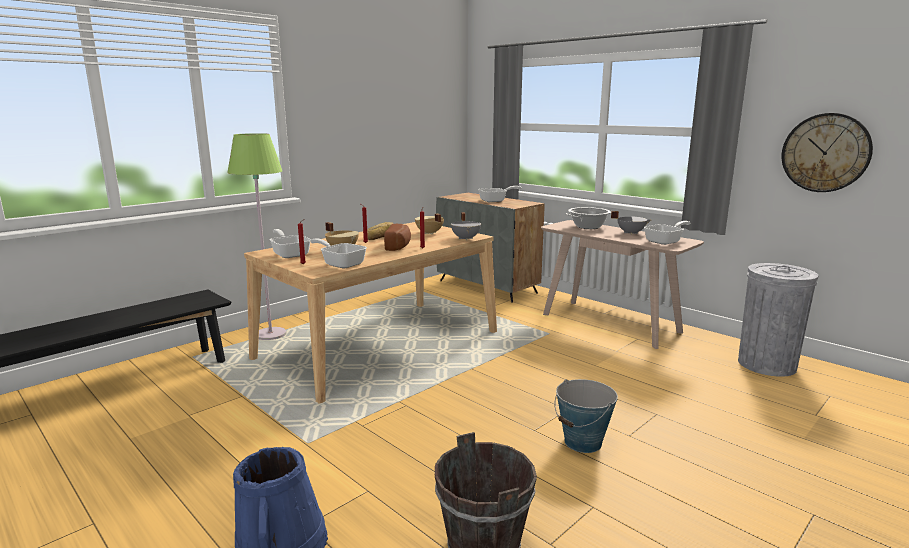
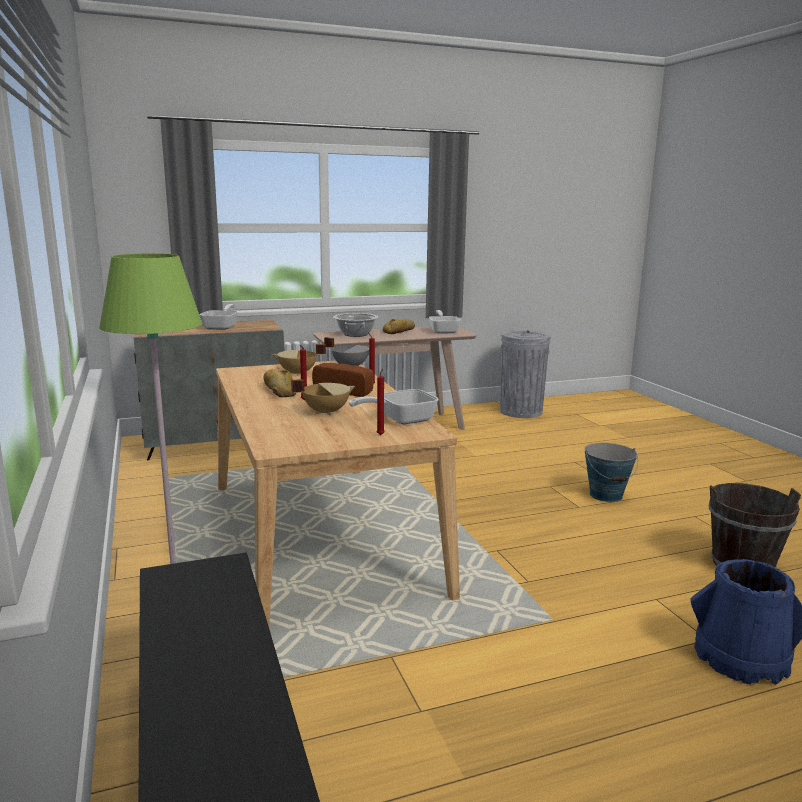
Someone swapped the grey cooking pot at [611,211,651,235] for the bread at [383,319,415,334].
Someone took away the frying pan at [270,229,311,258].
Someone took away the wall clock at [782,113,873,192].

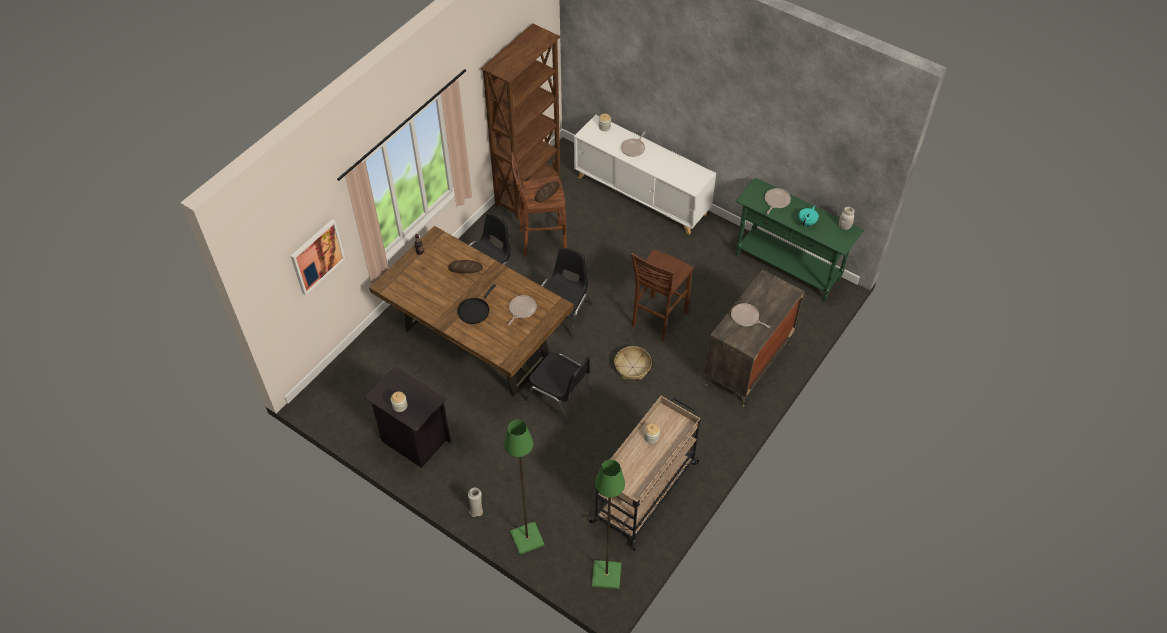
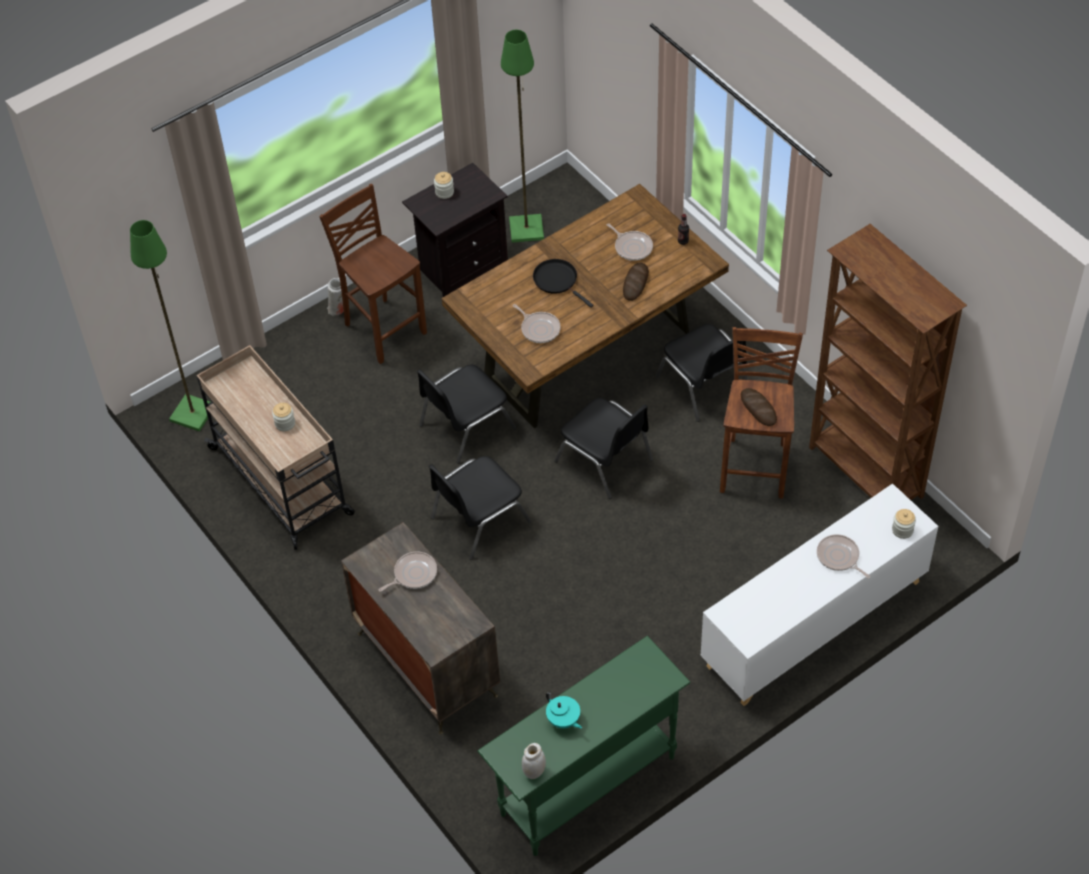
Someone carried the brown stool from [631,250,693,342] to [319,184,427,364].
Someone swapped the basket at [614,346,652,380] for the black chair at [428,456,531,560].
Someone carried the green floor lamp from [504,420,544,555] to [501,30,544,243].
Someone carried the frying pan from [765,188,791,214] to [606,223,653,261].
Someone took away the picture at [291,219,345,295].

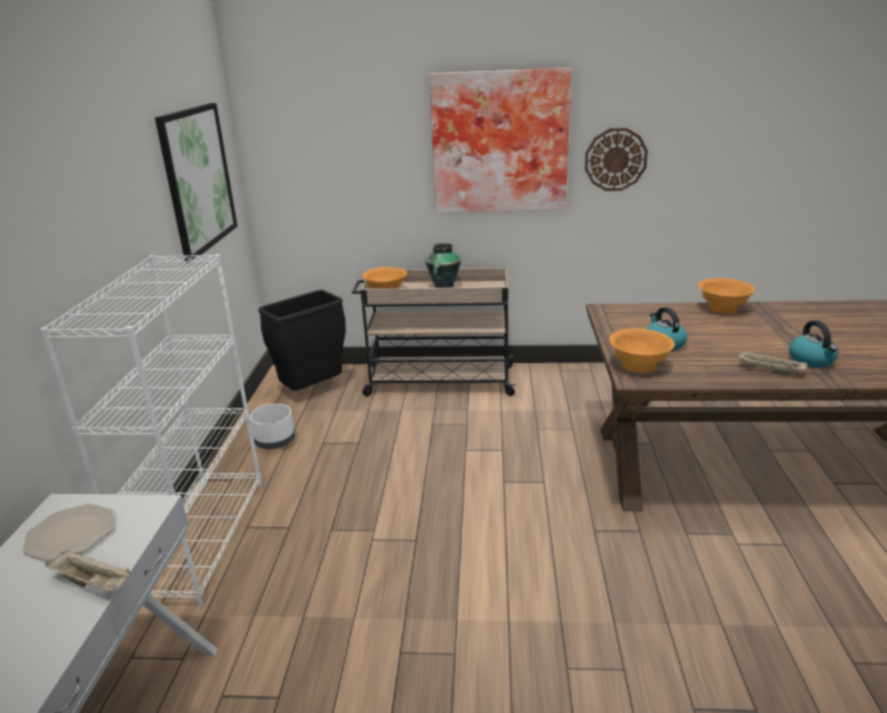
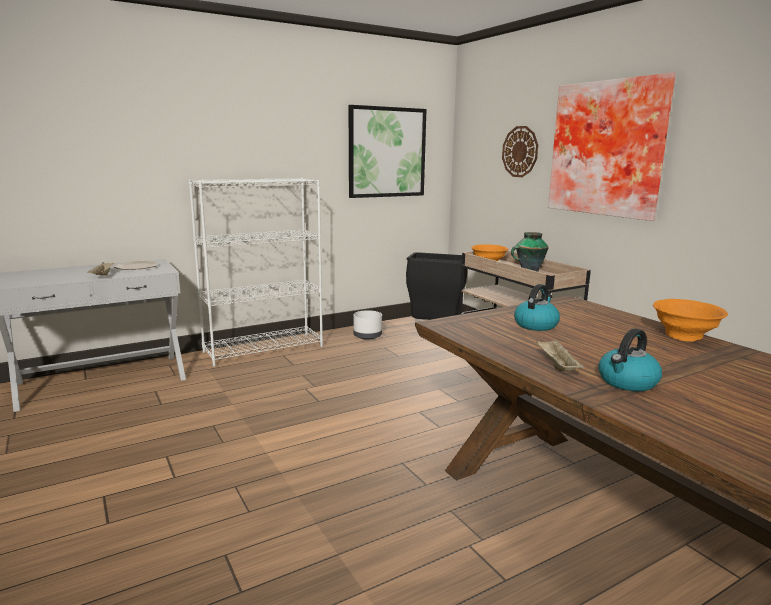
Someone carried the wall clock from [585,128,648,191] to [502,126,538,177].
Someone took away the orange bowl at [609,328,675,373].

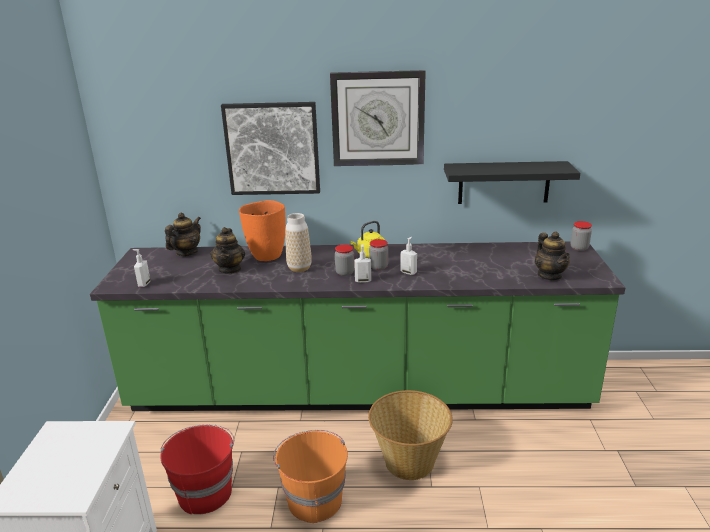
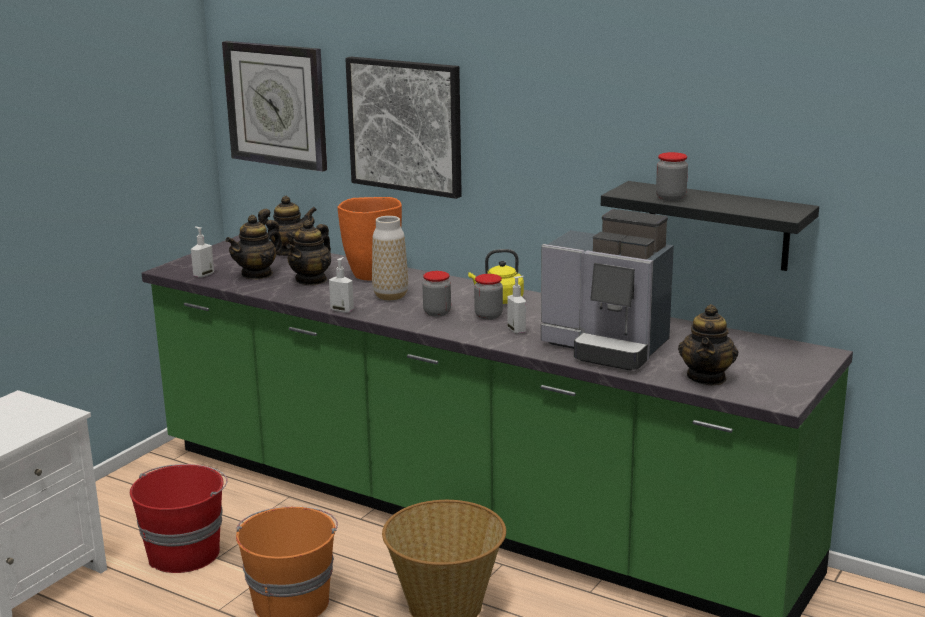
Someone carried the wall clock from [330,70,426,166] to [222,41,327,172].
Someone put down the teapot at [225,215,283,280].
Someone carried the soap dispenser from [354,244,371,283] to [329,257,354,313].
Someone put down the coffee machine at [541,209,674,371].
Someone carried the jar from [571,221,592,251] to [656,152,688,201].

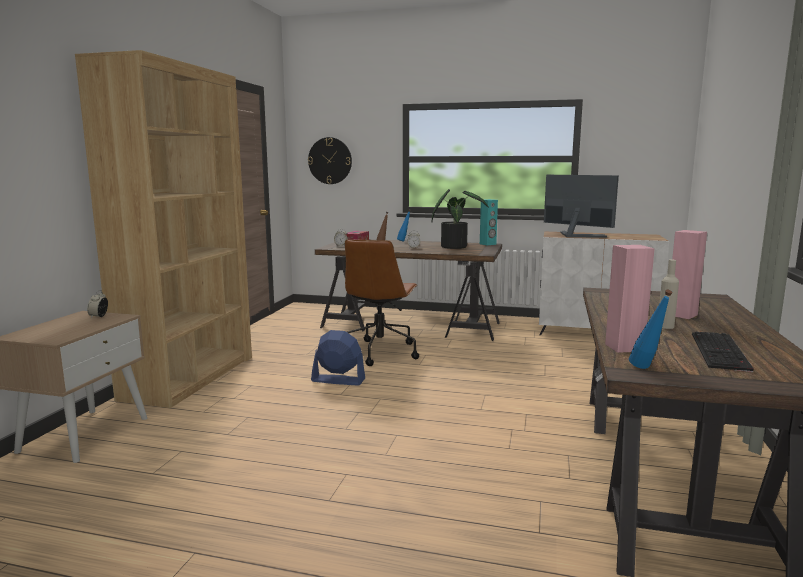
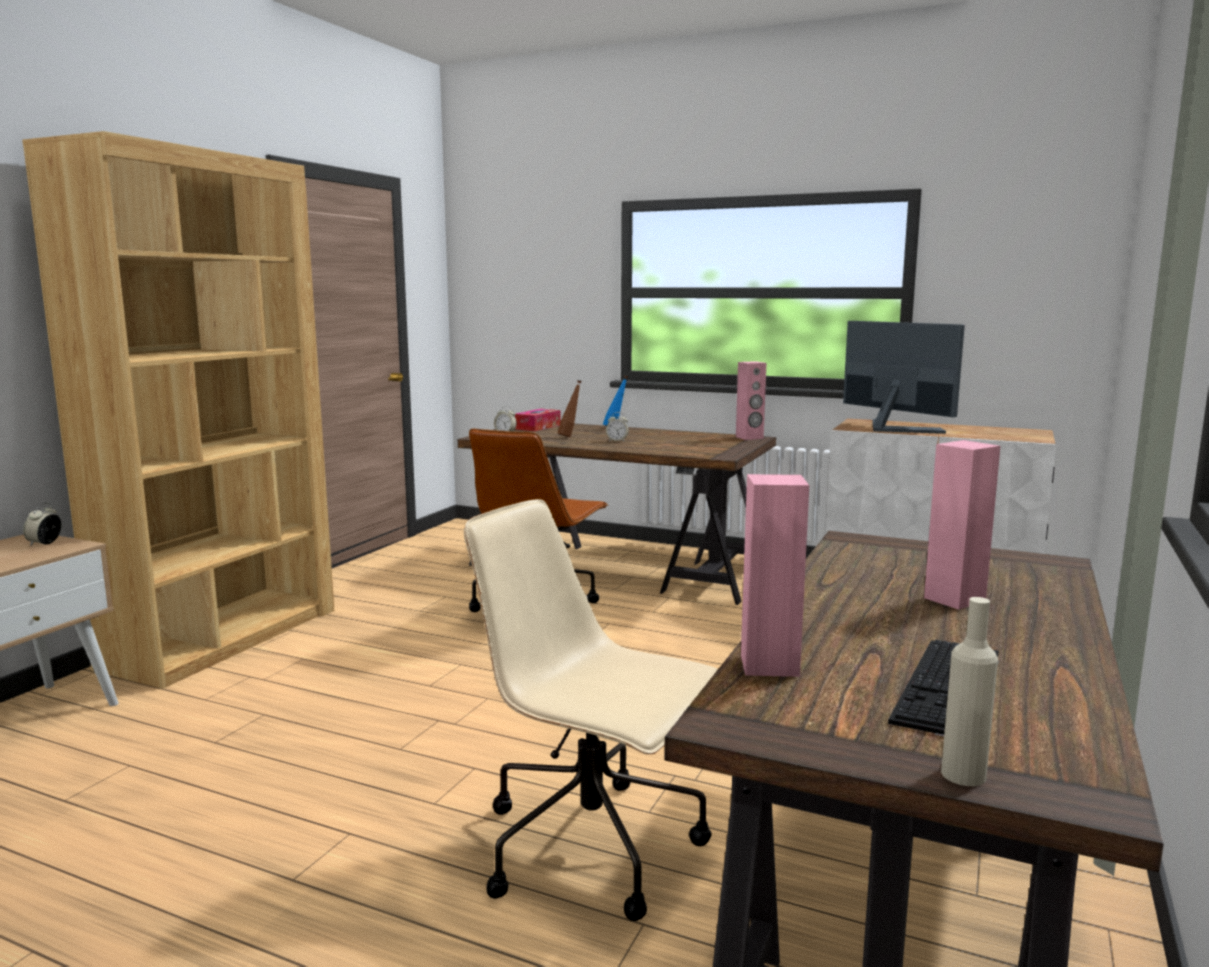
Someone put down the beige office chair at [464,499,718,921].
Someone repainted the turquoise speaker at [480,199,498,245], which became the pink speaker at [736,361,766,440].
Someone carried the beige bottle from [659,259,679,329] to [941,597,998,786].
Someone took away the wall clock at [308,137,352,184].
Someone took away the blue fan at [311,330,365,386].
Someone took away the potted plant at [431,189,489,249].
Someone took away the blue bottle at [629,290,673,369].

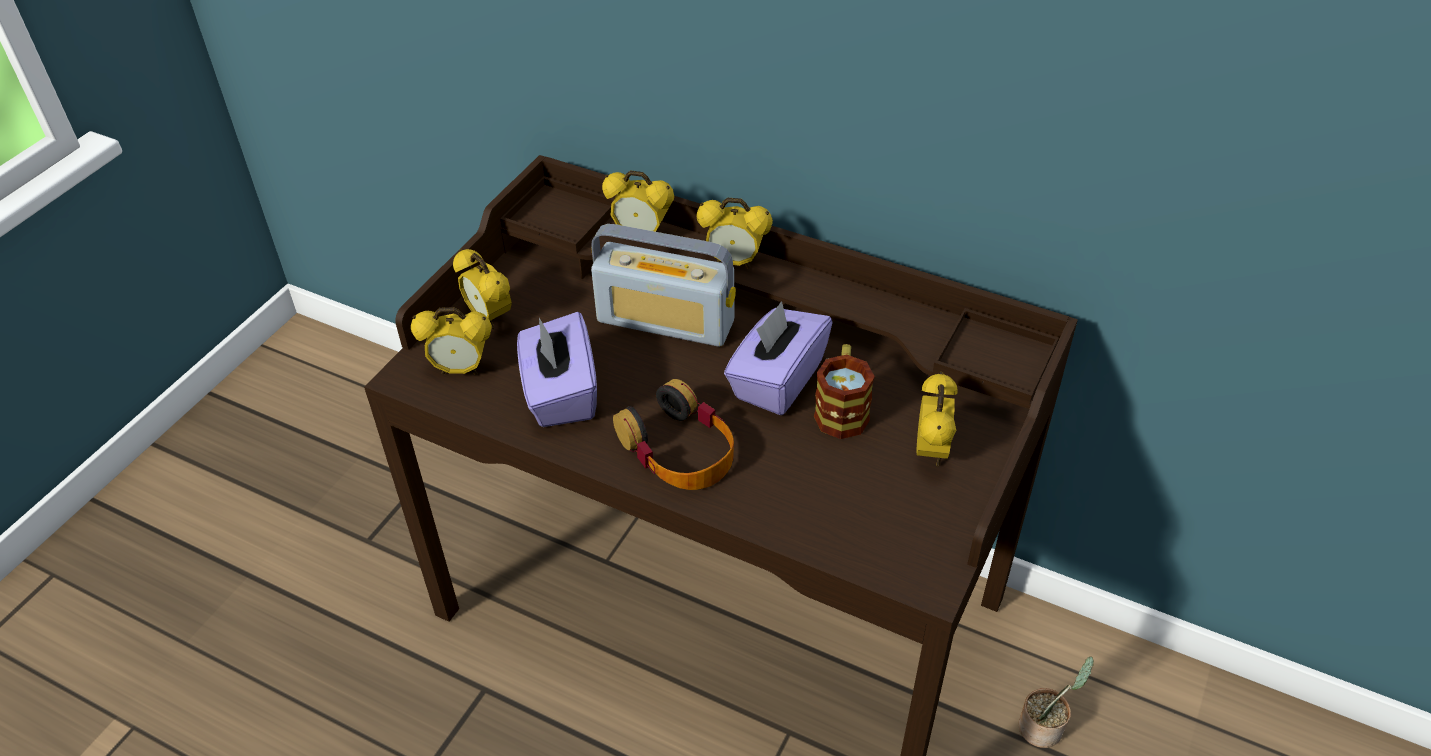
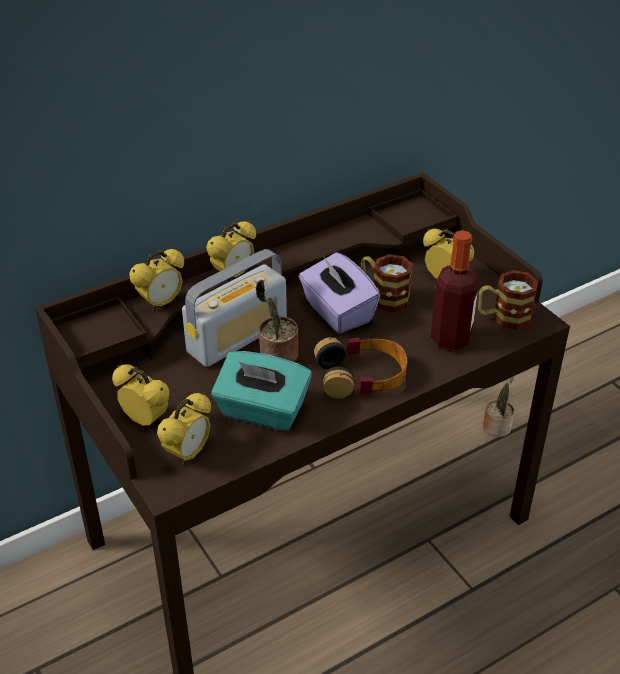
Someone rotated the alarm clock at [453,249,512,329] by 135 degrees counterclockwise.
Someone repainted the purple tissue box at [517,312,597,427], which became the turquoise tissue box at [211,351,312,431].
Someone put down the potted plant at [255,279,298,362].
Someone put down the bottle at [431,230,479,352].
Someone put down the mug at [478,270,538,330].

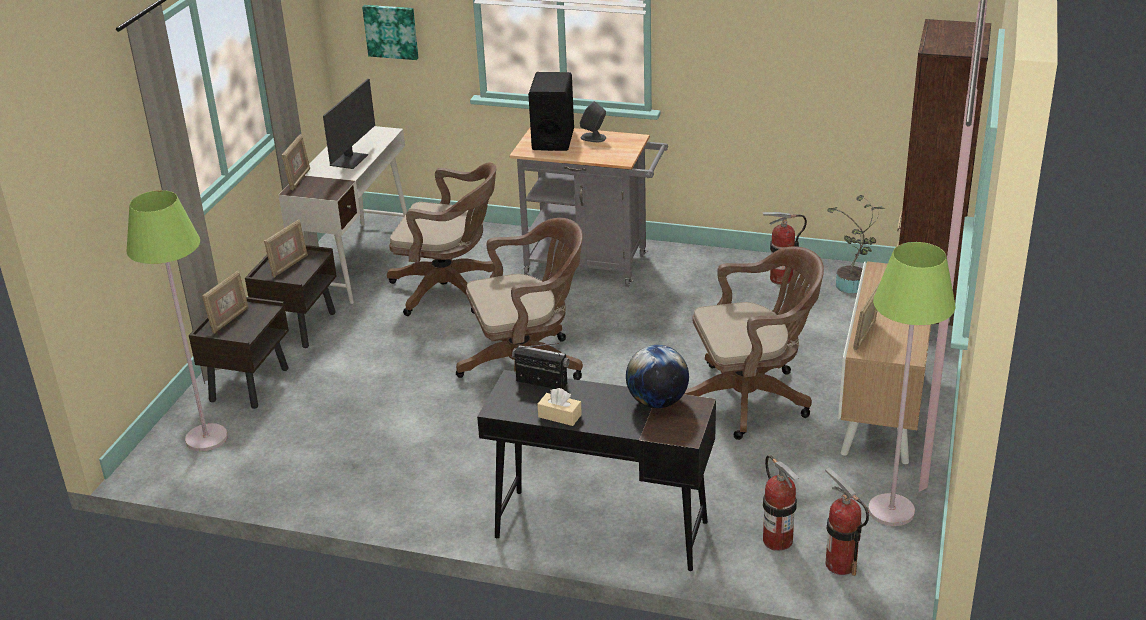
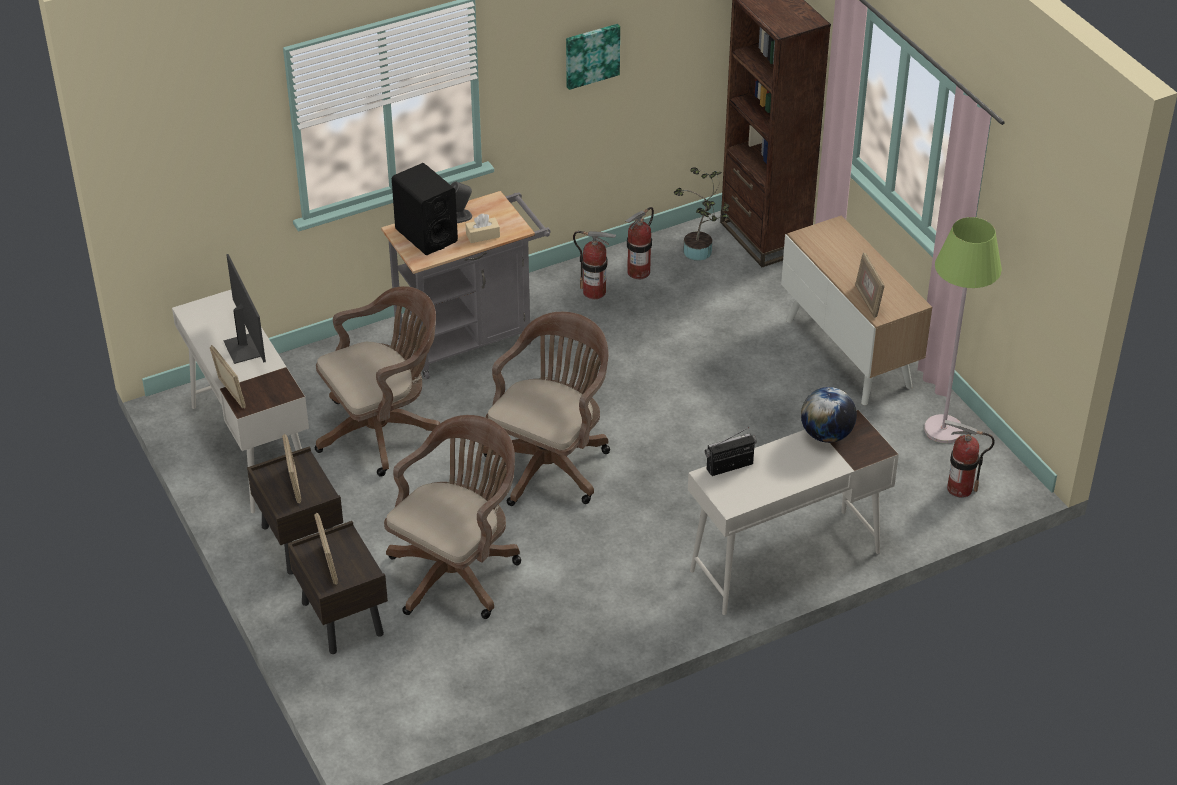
Someone carried the brown office chair from [684,247,824,440] to [384,415,521,619].
Someone carried the beige tissue box from [537,388,582,426] to [466,214,500,243].
Someone carried the picture from [362,5,418,60] to [566,24,620,90].
Someone carried the fire extinguisher from [763,455,799,551] to [573,231,616,299].
Someone repainted the black desk at [477,370,716,571], which became the white desk at [688,410,899,615].
Someone took away the green floor lamp at [126,190,228,451].

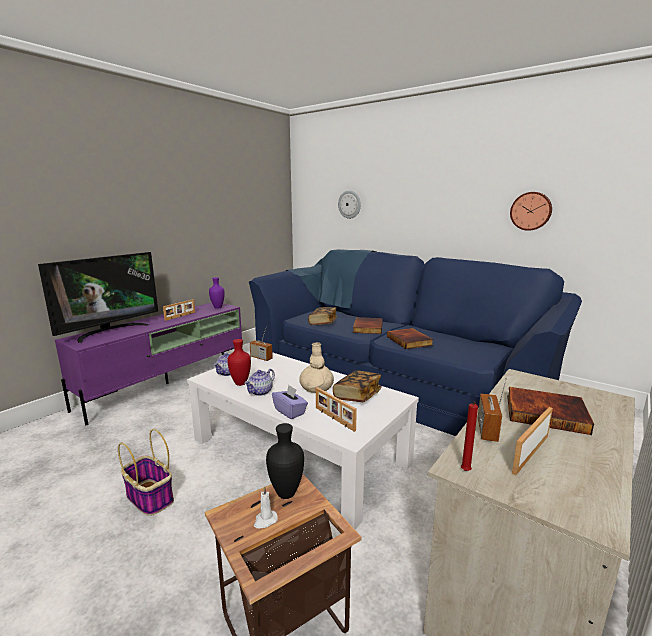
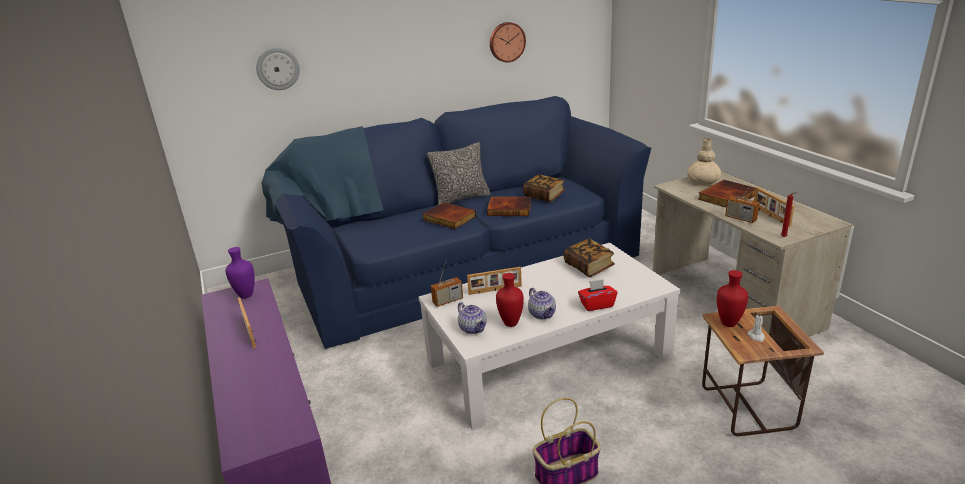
Someone put down the pillow at [427,142,490,205].
Someone carried the picture frame from [316,387,357,432] to [467,267,522,295].
Someone carried the book from [308,307,337,325] to [523,174,565,202].
Someone repainted the purple tissue box at [272,385,308,419], which became the red tissue box at [578,279,617,311].
Someone carried the beige vase from [299,342,334,393] to [687,138,721,185].
Someone repainted the black vase at [266,423,304,499], which became the red vase at [717,270,748,327].
Someone took away the television at [38,252,158,343].

